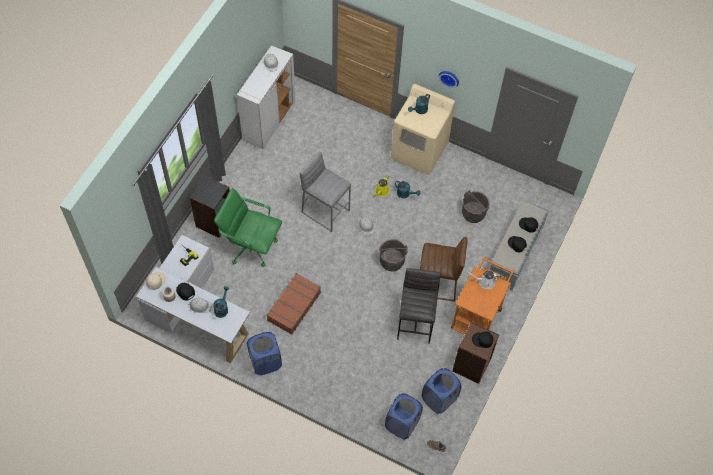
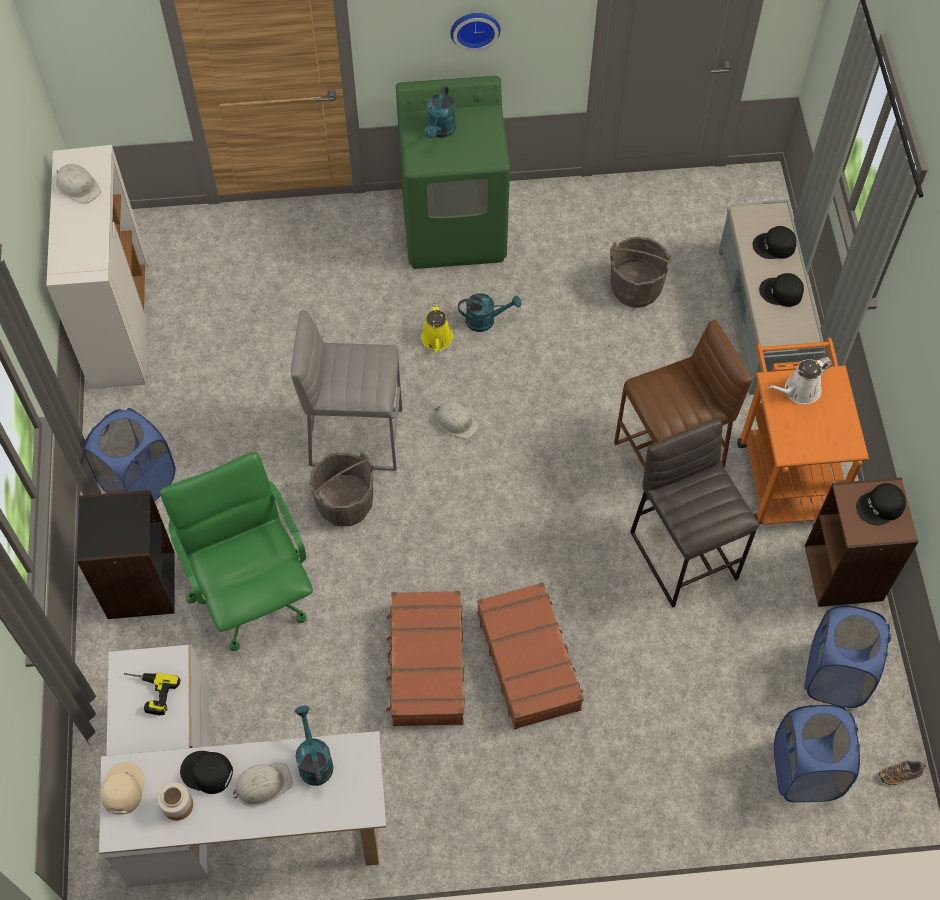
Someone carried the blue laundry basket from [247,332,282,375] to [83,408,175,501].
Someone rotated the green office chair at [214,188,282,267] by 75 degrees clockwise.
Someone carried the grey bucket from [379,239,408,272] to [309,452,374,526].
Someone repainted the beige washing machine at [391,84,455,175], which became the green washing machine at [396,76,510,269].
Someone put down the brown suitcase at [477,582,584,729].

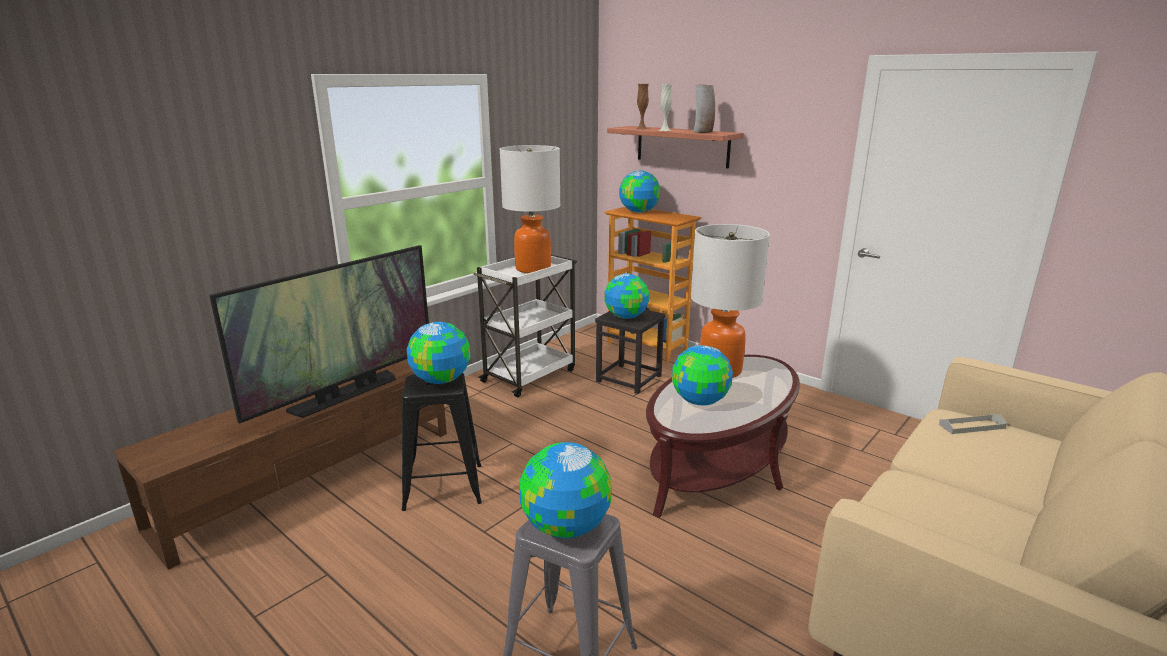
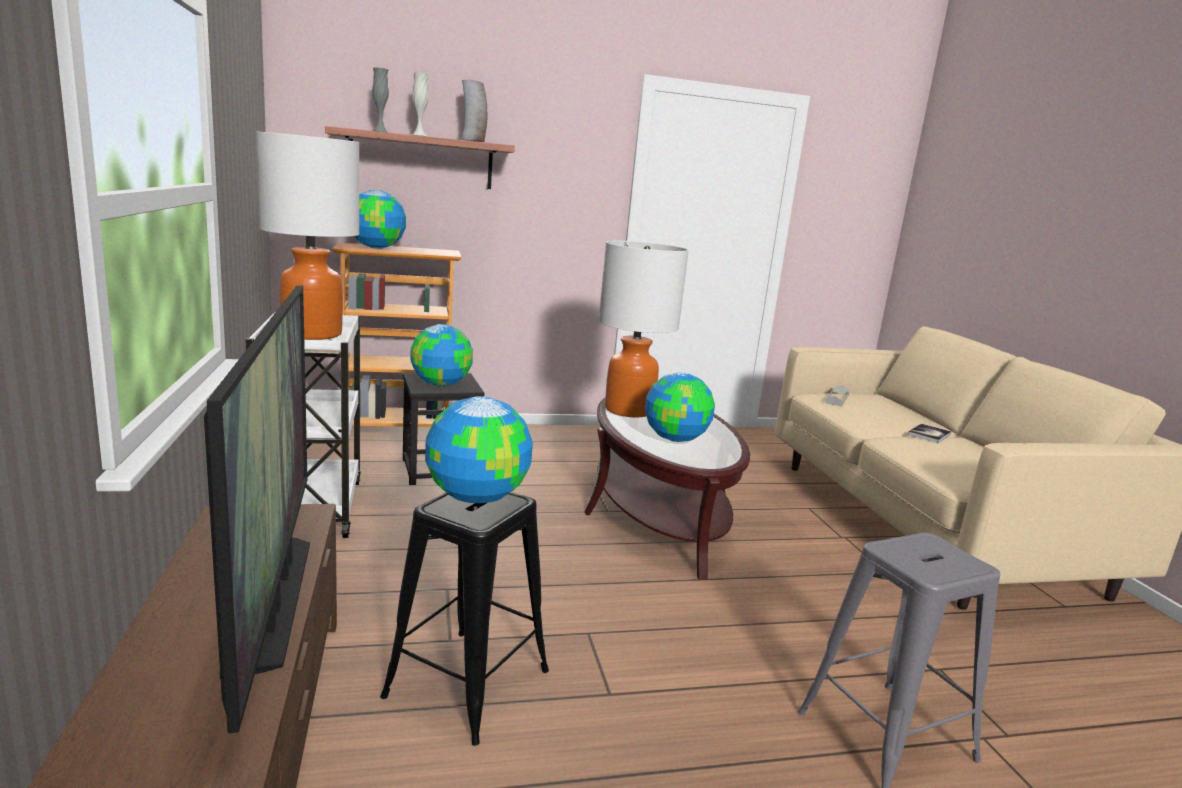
Someone repainted the brown vase at [637,84,649,129], which became the grey vase at [372,67,389,132].
Someone put down the book at [907,424,951,443].
Someone took away the globe at [519,442,612,539].

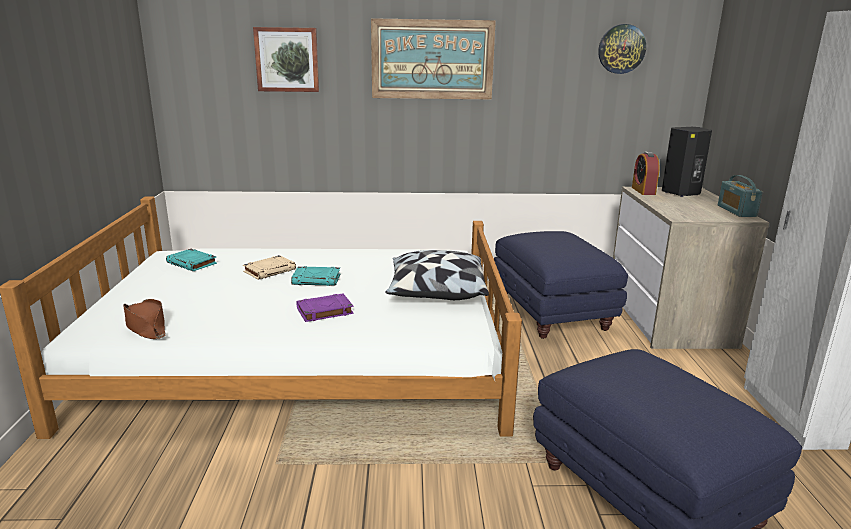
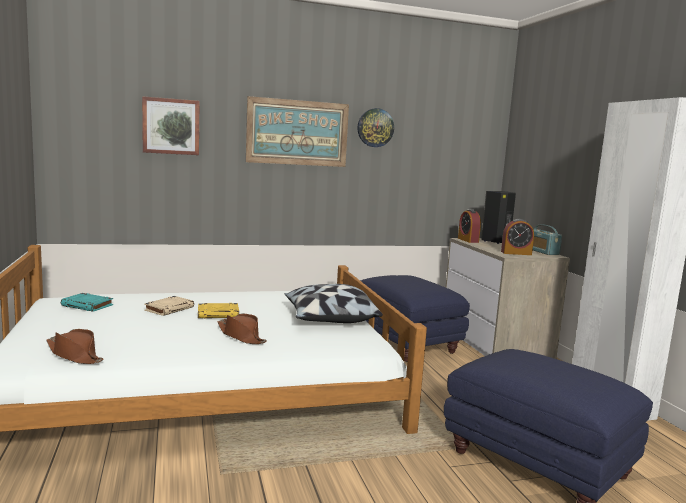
Someone repainted the turquoise book at [291,266,340,286], which became the yellow book at [198,303,239,319].
Someone swapped the purple book at [296,293,354,322] for the brown hat at [217,314,267,344].
Someone carried the wall clock from [598,24,646,74] to [358,108,394,147].
Someone put down the alarm clock at [501,219,534,255].

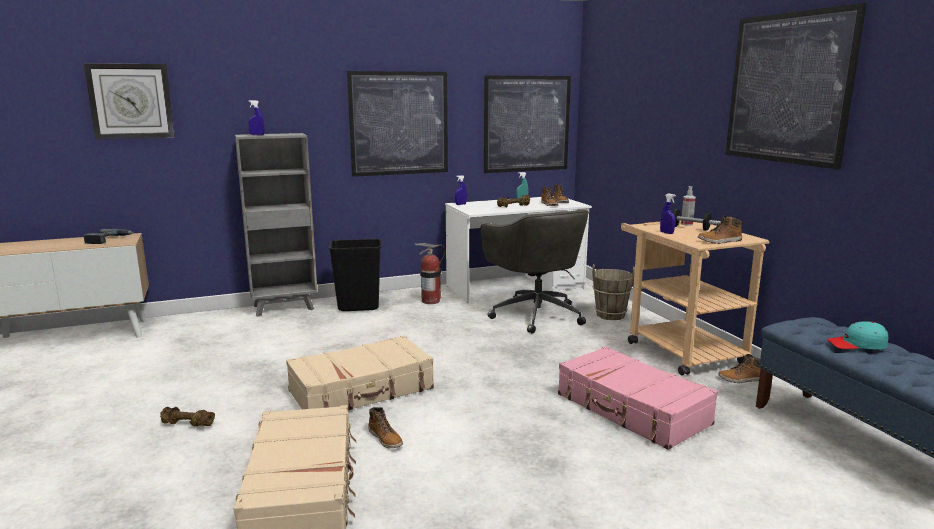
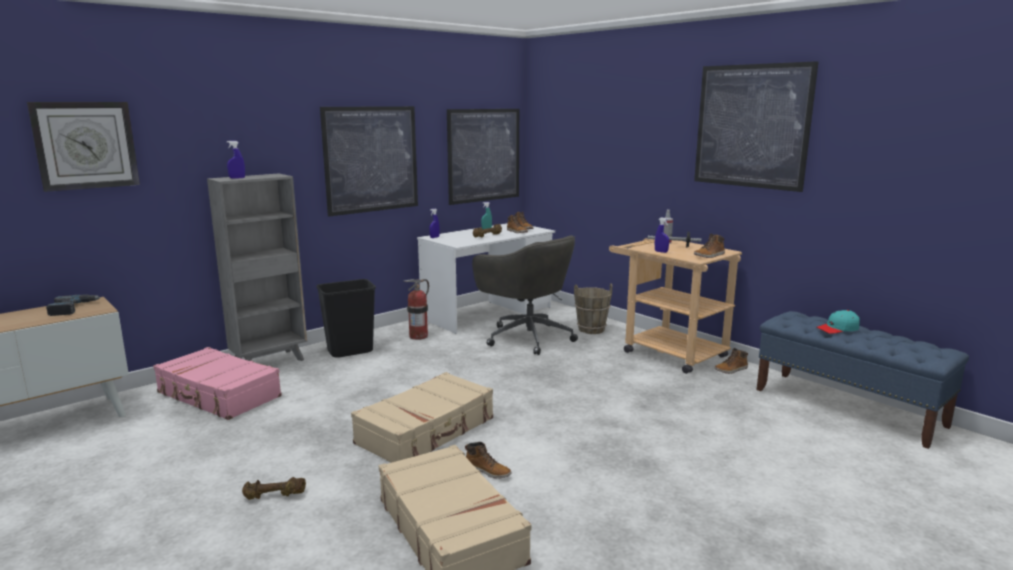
Someone carried the pink suitcase from [558,346,718,450] to [153,347,282,420].

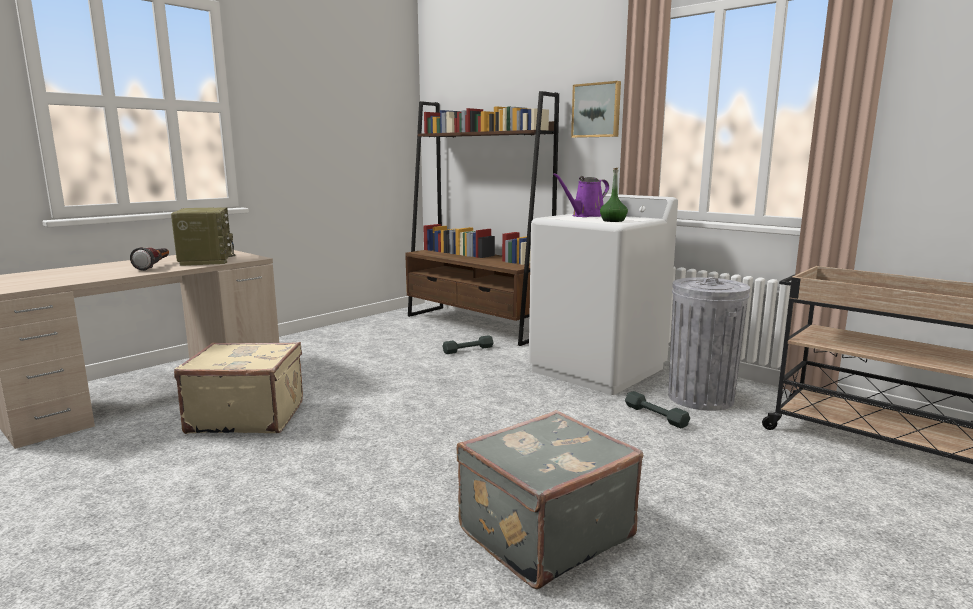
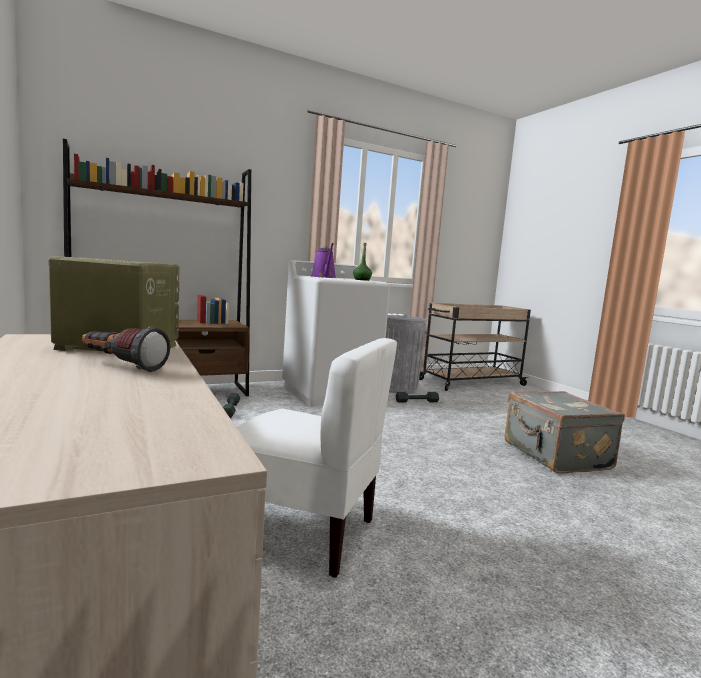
Someone swapped the beige suitcase at [174,342,303,434] for the white chair at [237,338,397,578].
Someone took away the picture at [571,81,621,138].

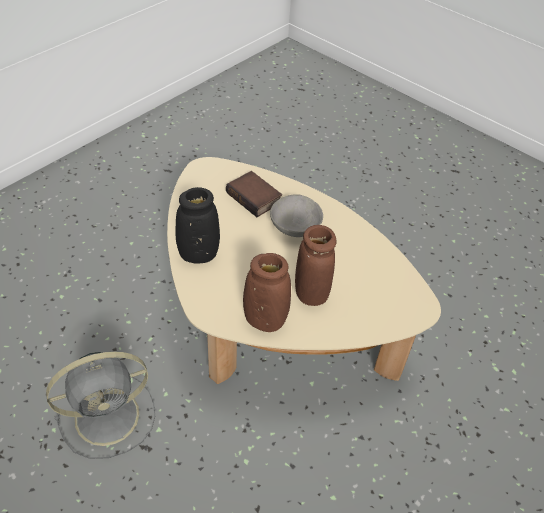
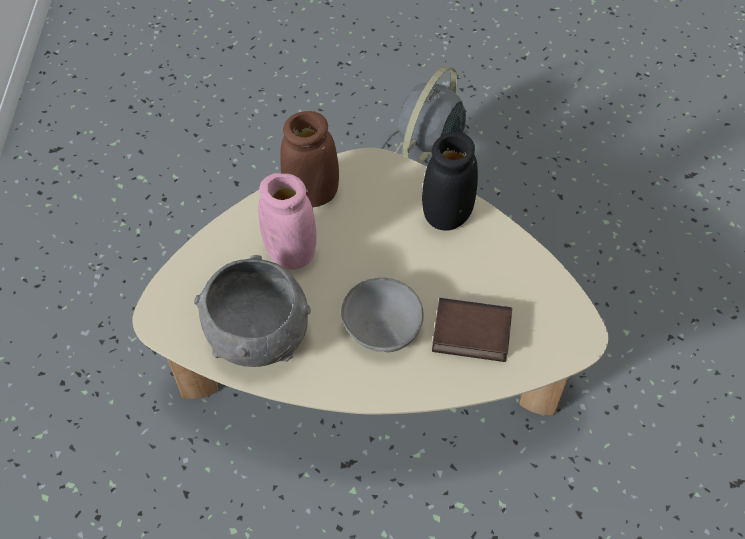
Someone put down the grey bowl at [194,255,311,367].
Someone repainted the brown vase at [295,225,336,306], which became the pink vase at [258,173,317,270].

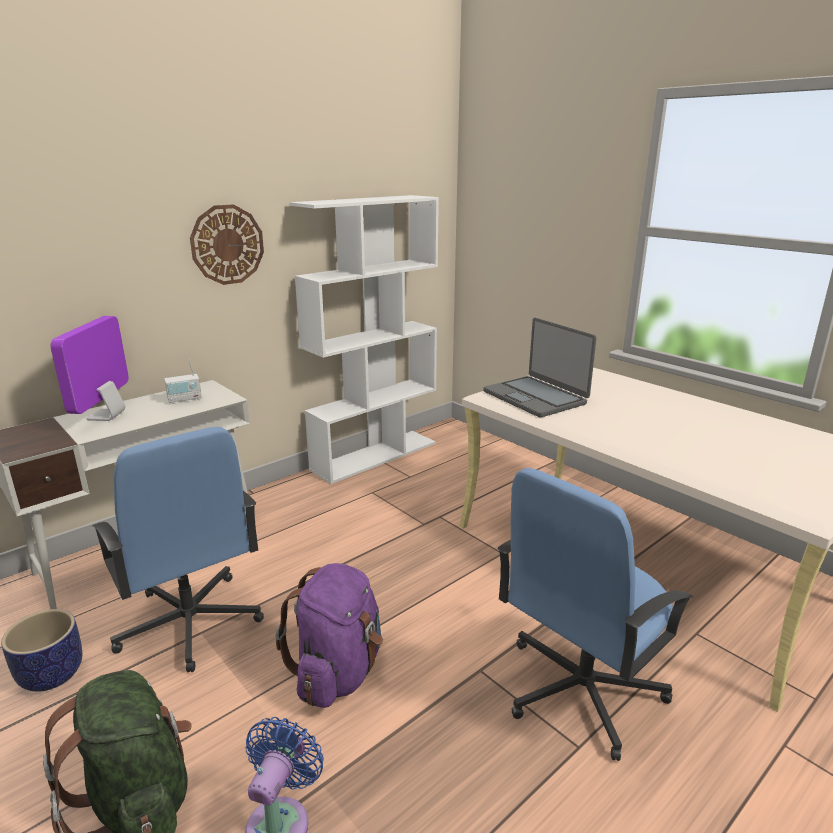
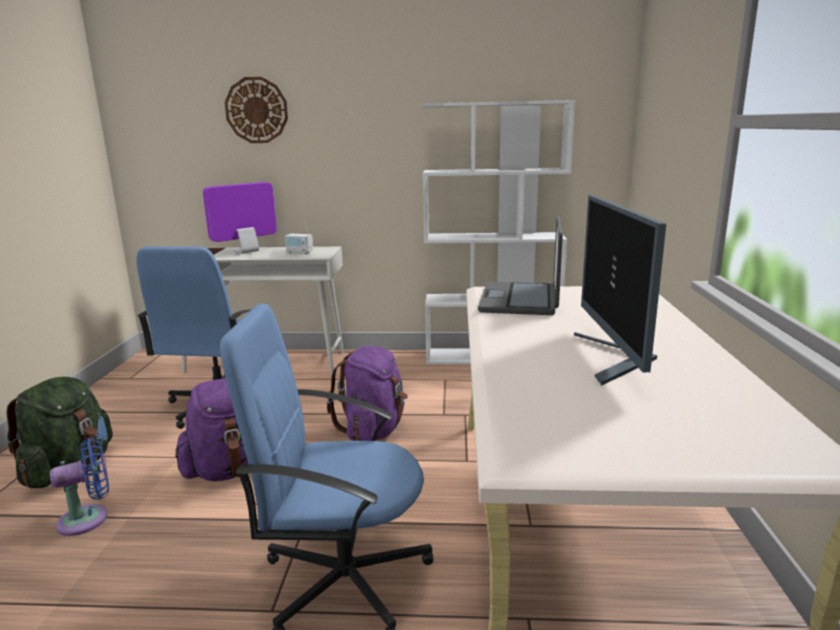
Someone carried the wall clock from [190,204,264,285] to [225,77,288,143].
Someone put down the purple backpack at [327,346,408,441].
Someone put down the monitor at [574,195,666,385].
Someone took away the planter at [1,609,82,692].

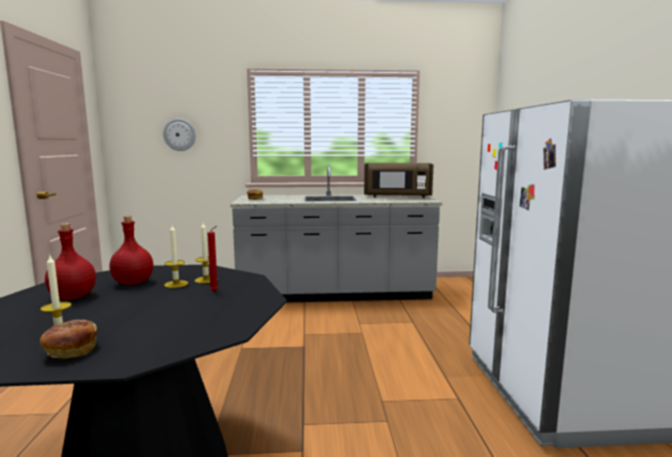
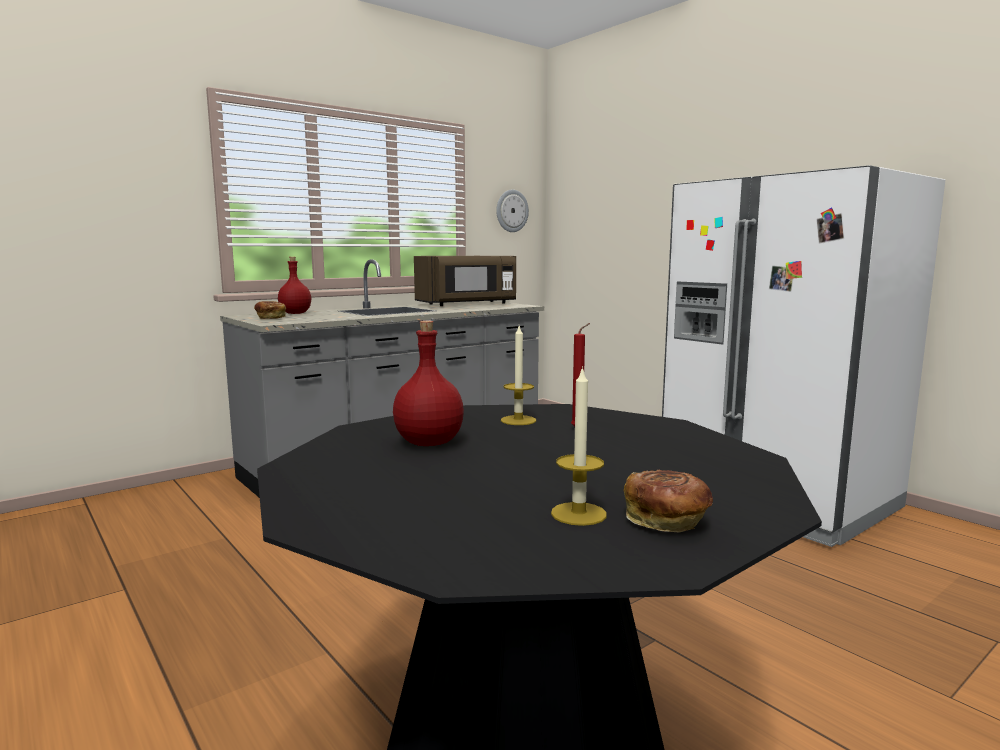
Someone carried the red bottle from [45,223,96,300] to [278,257,311,314].
Someone carried the wall clock from [163,118,196,151] to [496,189,529,232].
Someone took away the candle at [164,225,188,288].

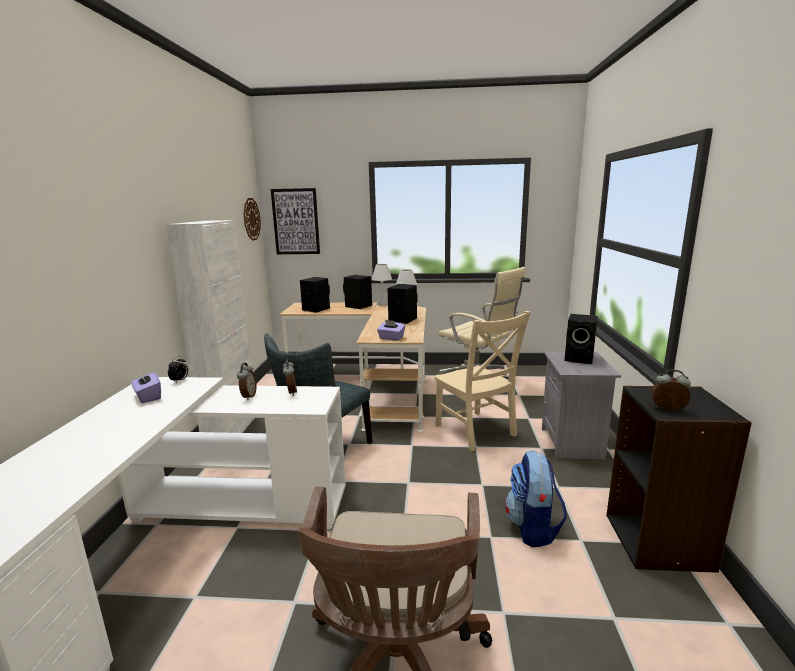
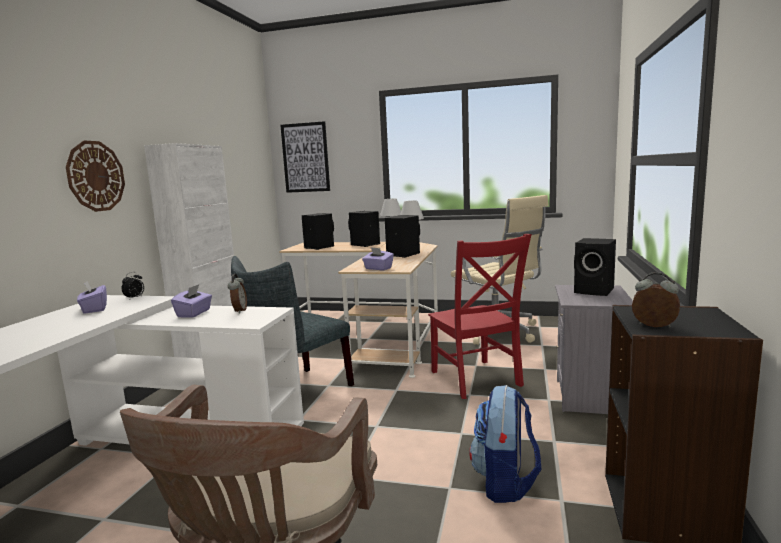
Someone carried the wall clock from [243,198,261,241] to [66,140,125,212].
Someone swapped the alarm clock at [237,363,257,400] for the purple tissue box at [171,284,212,318].
Someone repainted the beige chair at [435,311,531,451], which became the red chair at [428,234,532,399].

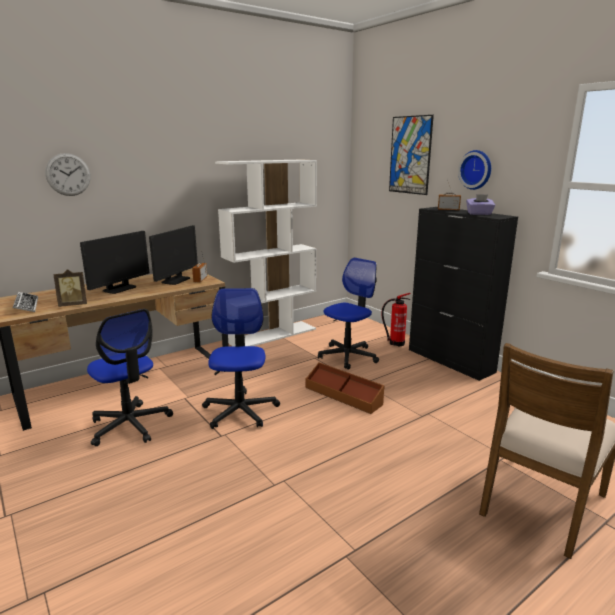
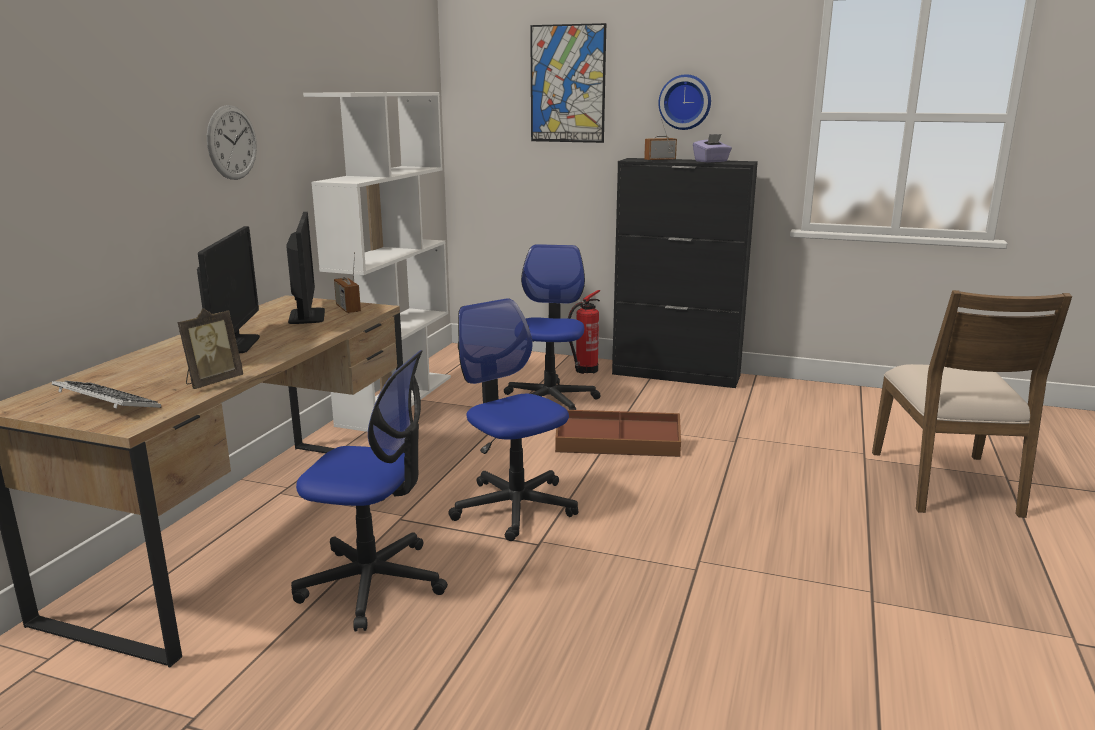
Someone carried the wall clock from [45,153,90,196] to [207,105,257,180].

